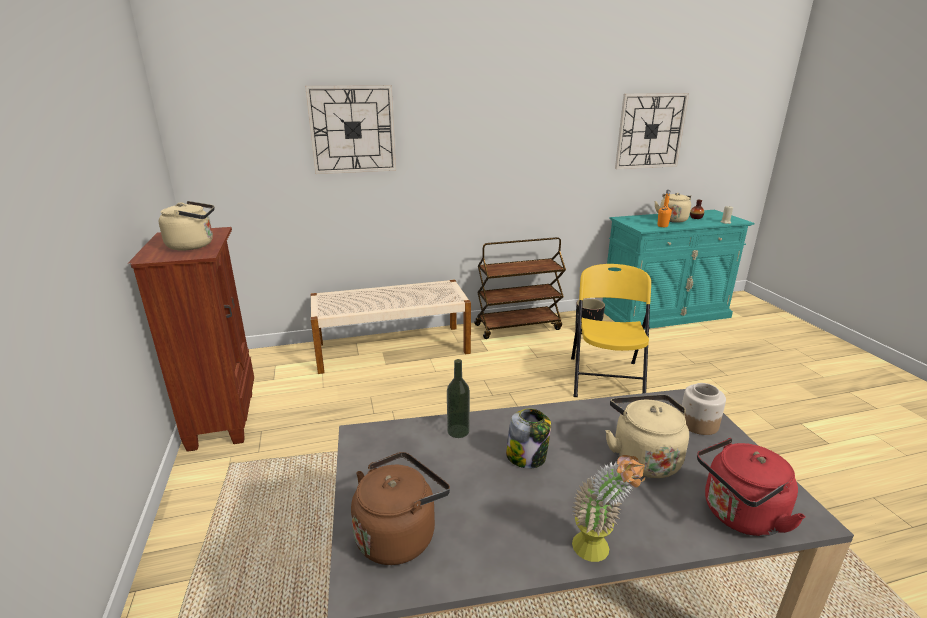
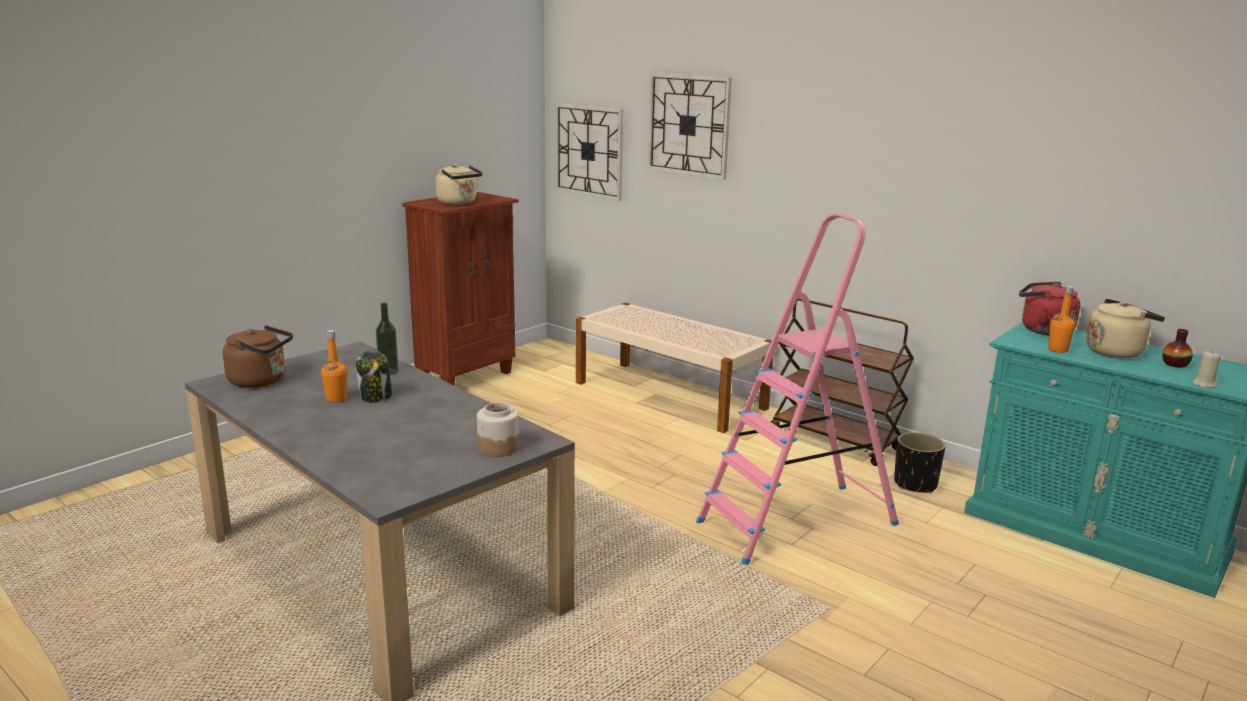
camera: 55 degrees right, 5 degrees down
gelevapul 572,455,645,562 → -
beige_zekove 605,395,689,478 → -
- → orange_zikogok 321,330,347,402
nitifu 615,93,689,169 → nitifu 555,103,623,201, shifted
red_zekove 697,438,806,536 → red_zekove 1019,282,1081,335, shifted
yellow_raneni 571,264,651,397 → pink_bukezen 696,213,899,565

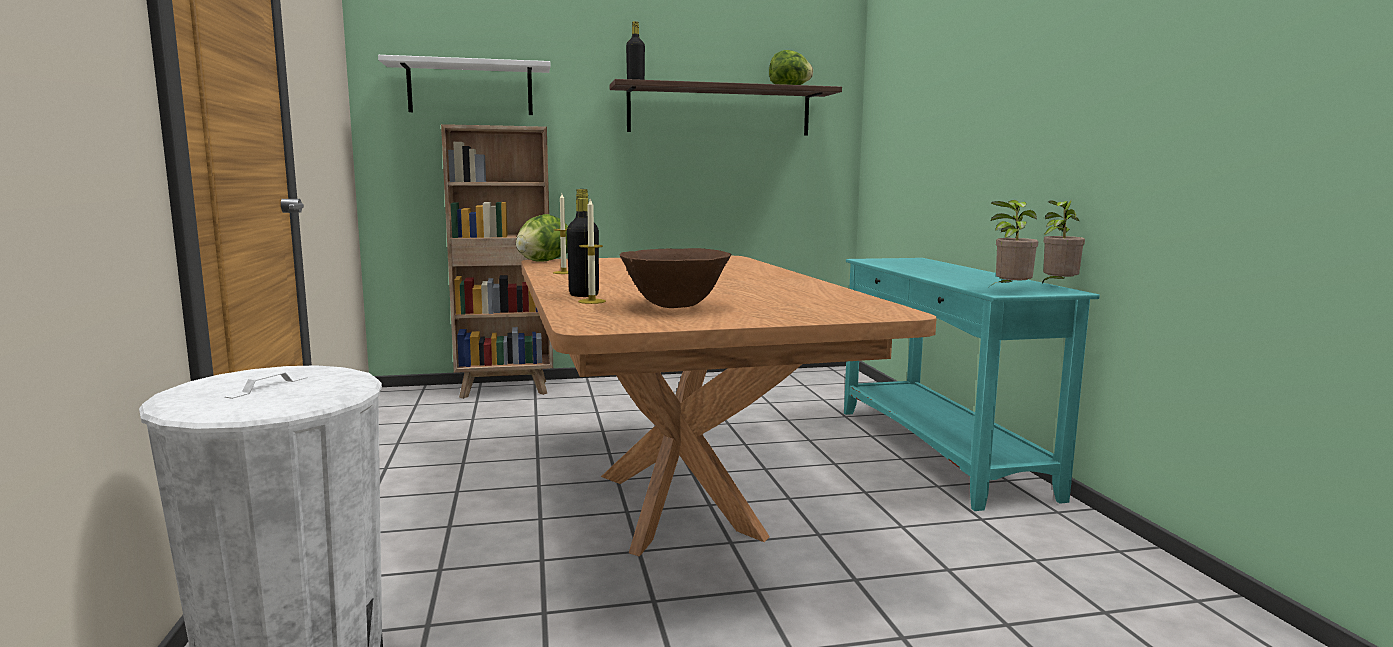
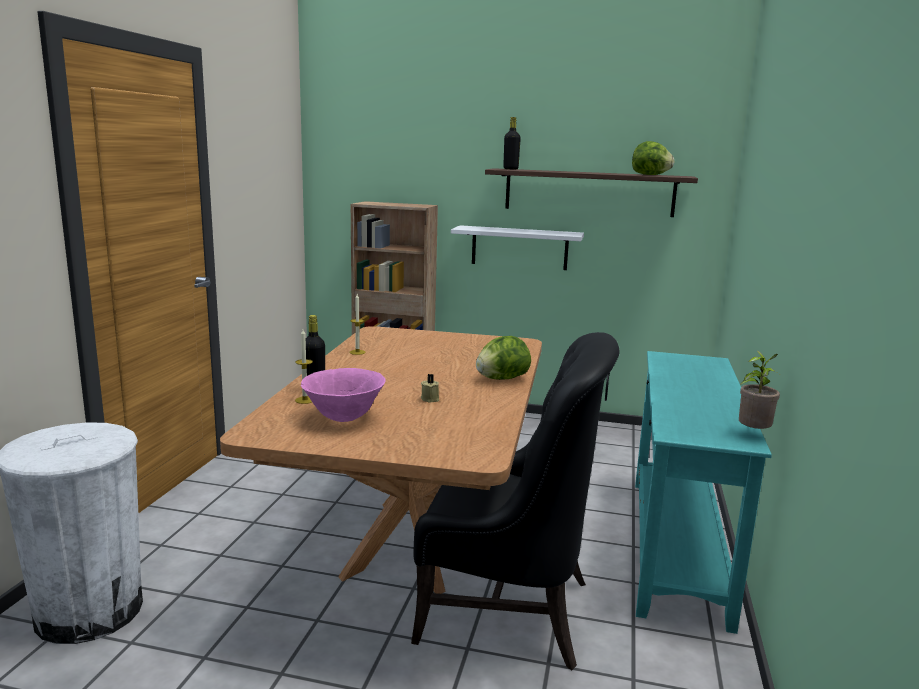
camera: 25 degrees right, 5 degrees up
gelevapul 990,200,1038,286 → -
- → black_raneni 411,332,620,670
- → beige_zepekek 421,374,439,403
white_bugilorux 378,55,551,115 → white_bugilorux 451,225,584,270, shifted
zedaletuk 516,214,568,261 → zedaletuk 476,336,531,380, shifted
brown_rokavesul 619,248,731,308 → pink_rokavesul 301,368,386,422

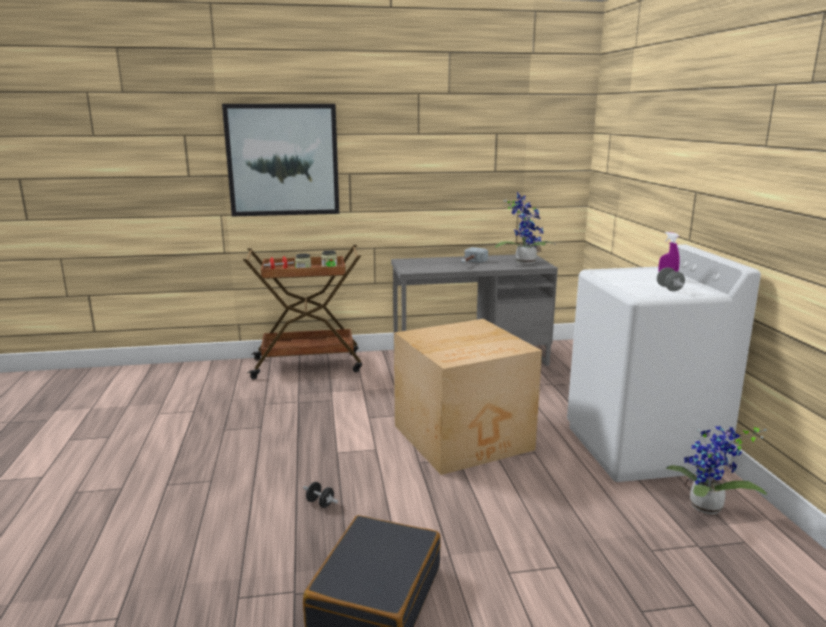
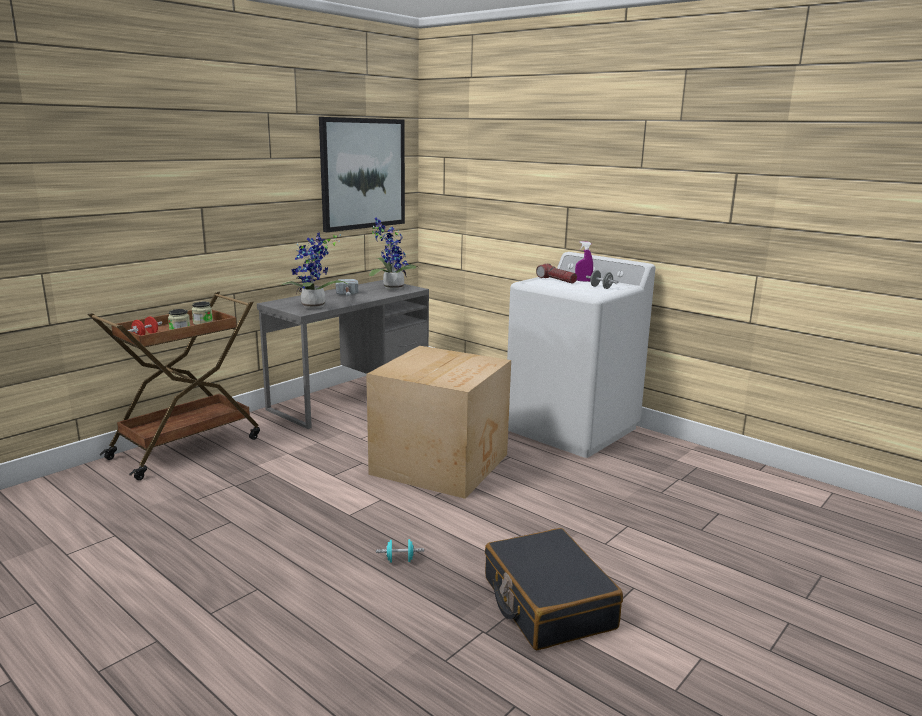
camera: 40 degrees left, 0 degrees up
- → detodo 536,264,577,284
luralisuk 222,104,339,216 → luralisuk 319,117,405,232, shifted
gelevapul 666,426,767,514 → gelevapul 280,232,349,309, shifted
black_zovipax 303,482,338,508 → turquoise_zovipax 376,539,424,563

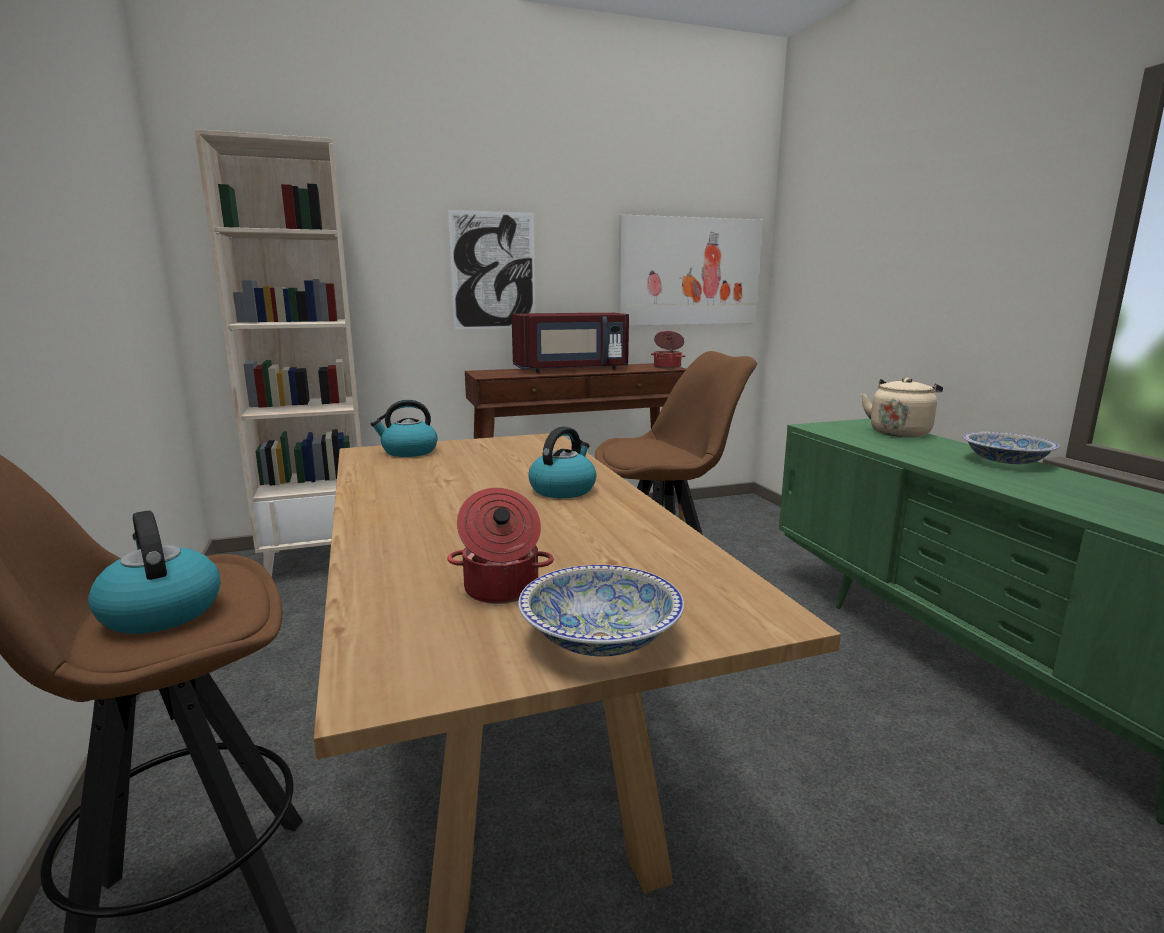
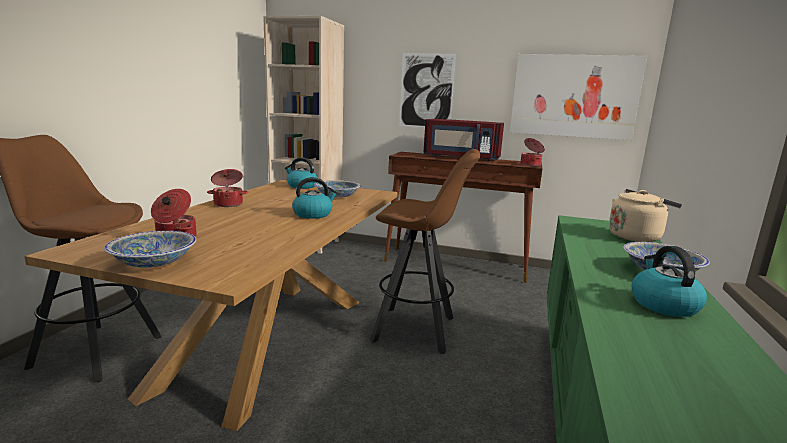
camera: 35 degrees right, 0 degrees up
- → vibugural 207,169,248,207
- → rokavesul 314,180,361,198
zekove 88,510,220,634 → zekove 631,246,707,317, shifted

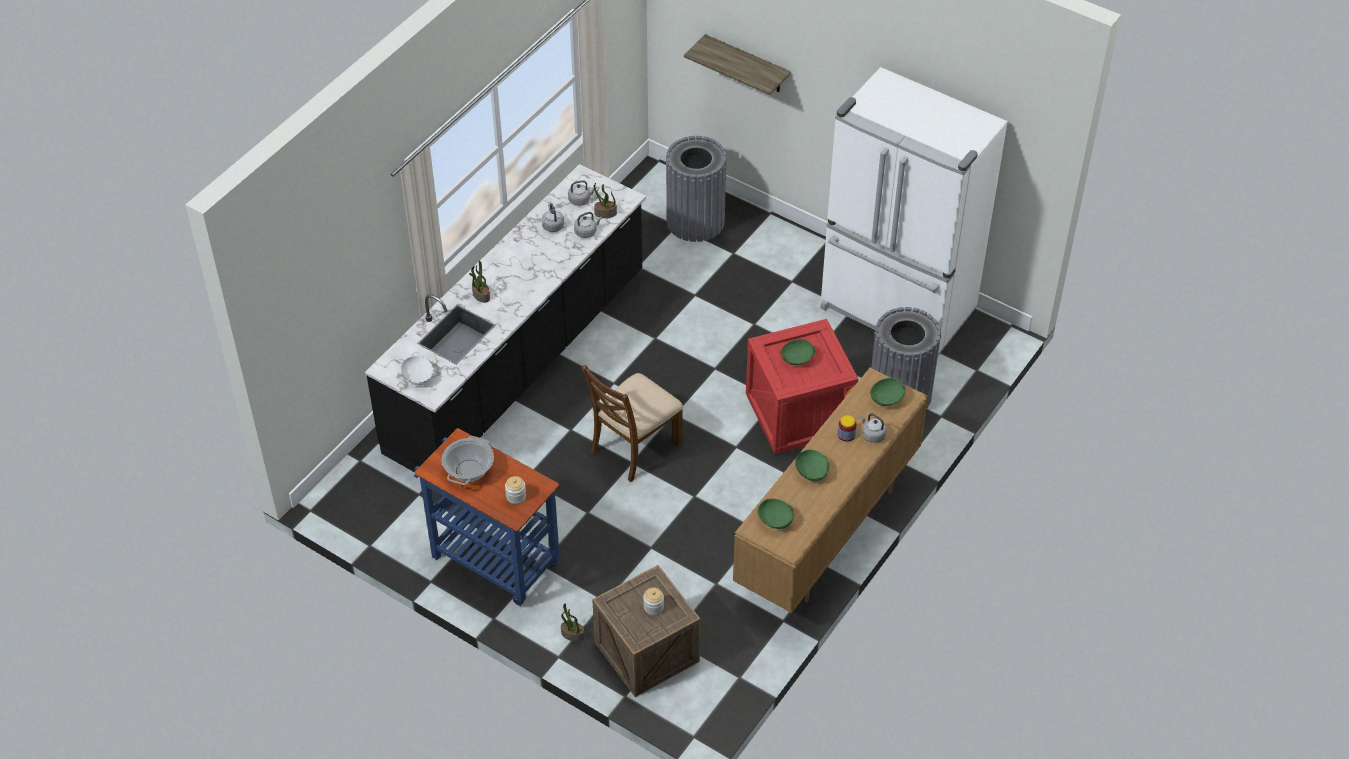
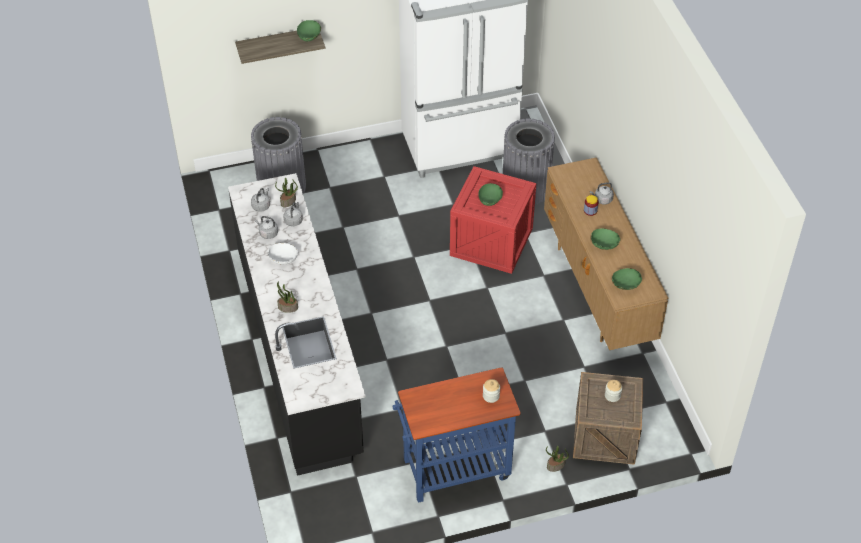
camera: 50 degrees left, 0 degrees up
vibugural 442,436,494,485 → -
brown_raneni 582,365,683,482 → -
white_rokavesul 401,356,434,385 → white_rokavesul 268,243,298,265, shifted
green_rokavesul 871,378,906,406 → green_rokavesul 297,20,321,41, shifted

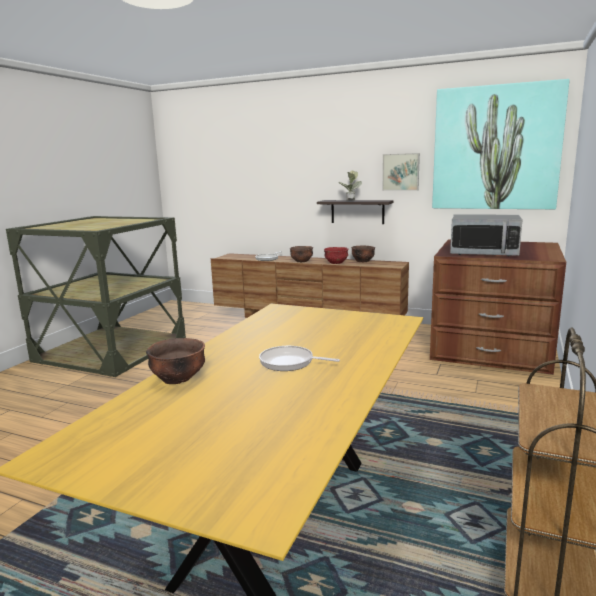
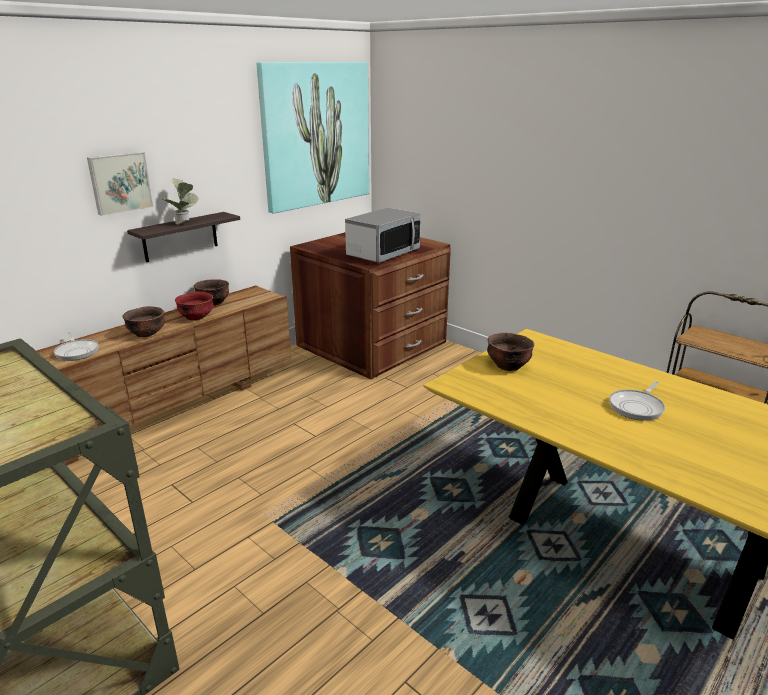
camera: 70 degrees left, 10 degrees up
brown_rokavesul 146,338,205,384 → brown_rokavesul 487,333,534,371, shifted
luralisuk 382,153,420,191 → luralisuk 87,152,153,216, shifted

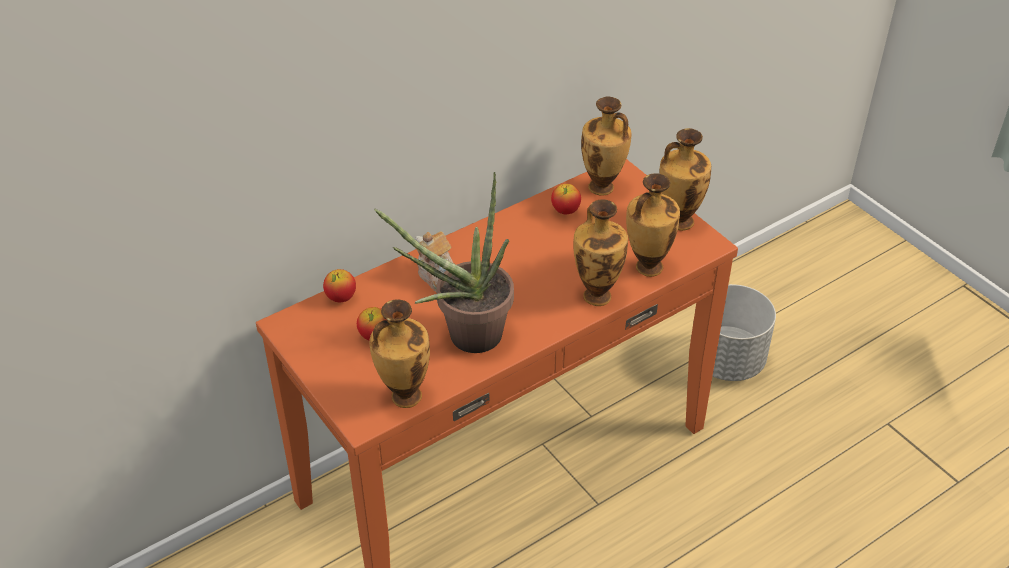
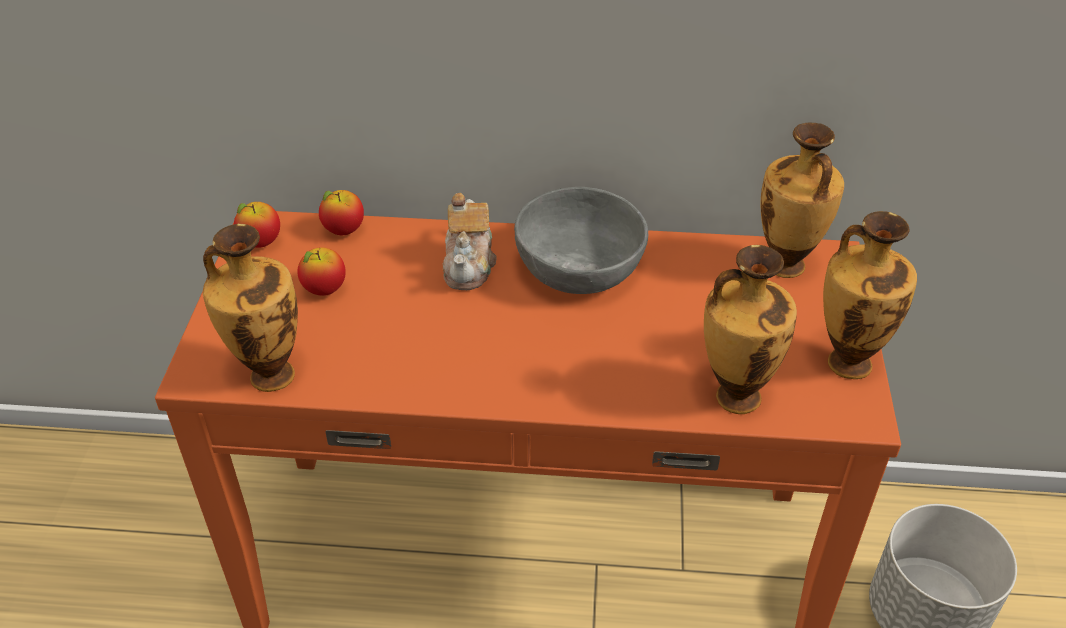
camera: 40 degrees right, 0 degrees up
gelevapul 374,172,514,353 → -
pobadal 573,199,628,306 → -
- → grey_rokavesul 514,187,648,294
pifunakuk 551,184,581,214 → pifunakuk 234,202,280,248, shifted

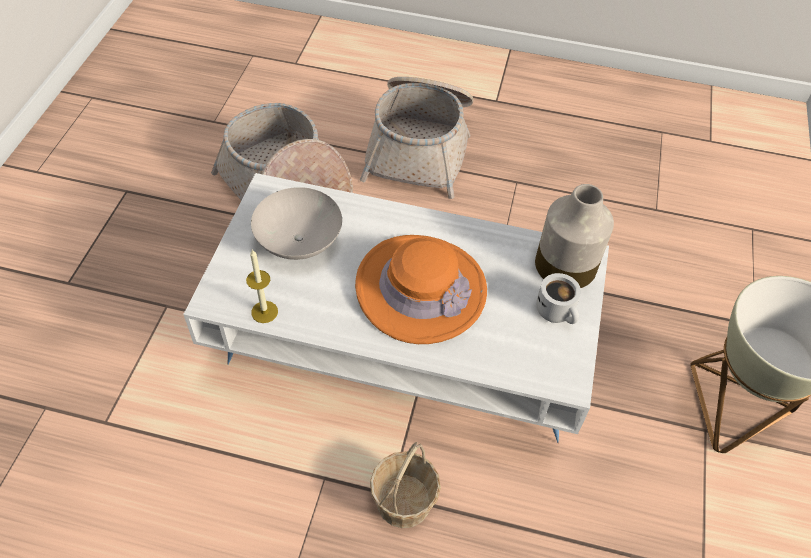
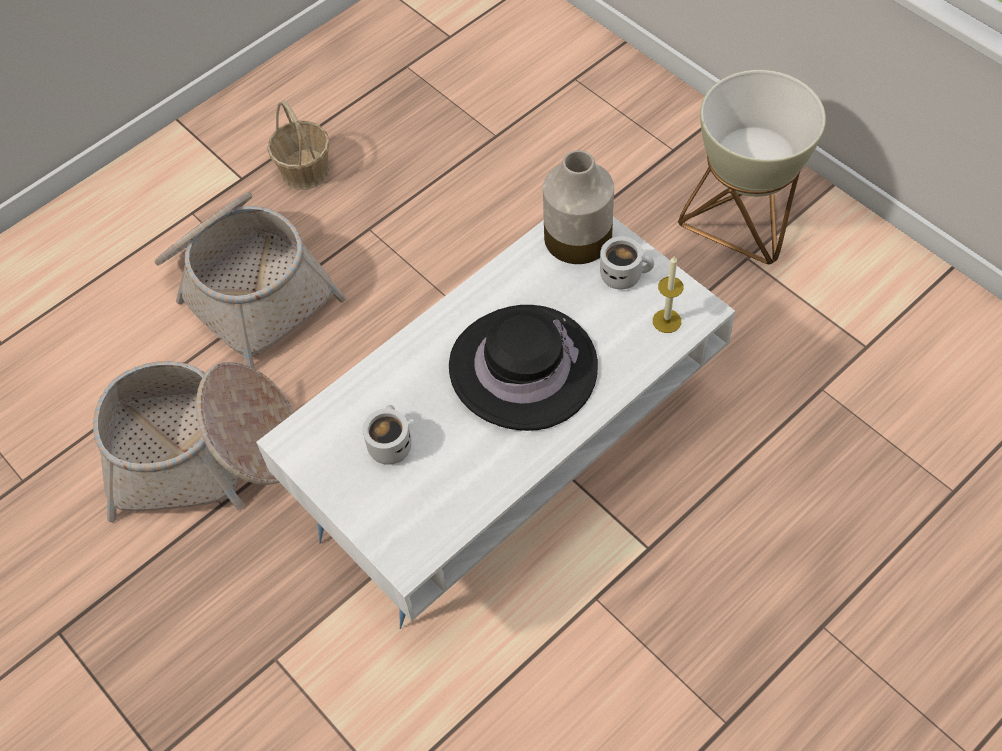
camera: 50 degrees left, 5 degrees up
zepekek 246,249,278,323 → zepekek 653,255,684,333, shifted
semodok 370,442,441,528 → semodok 267,100,330,190, shifted
white_rokavesul 251,187,342,260 → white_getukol 362,405,412,465
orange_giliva 355,235,487,344 → black_giliva 449,305,598,431

